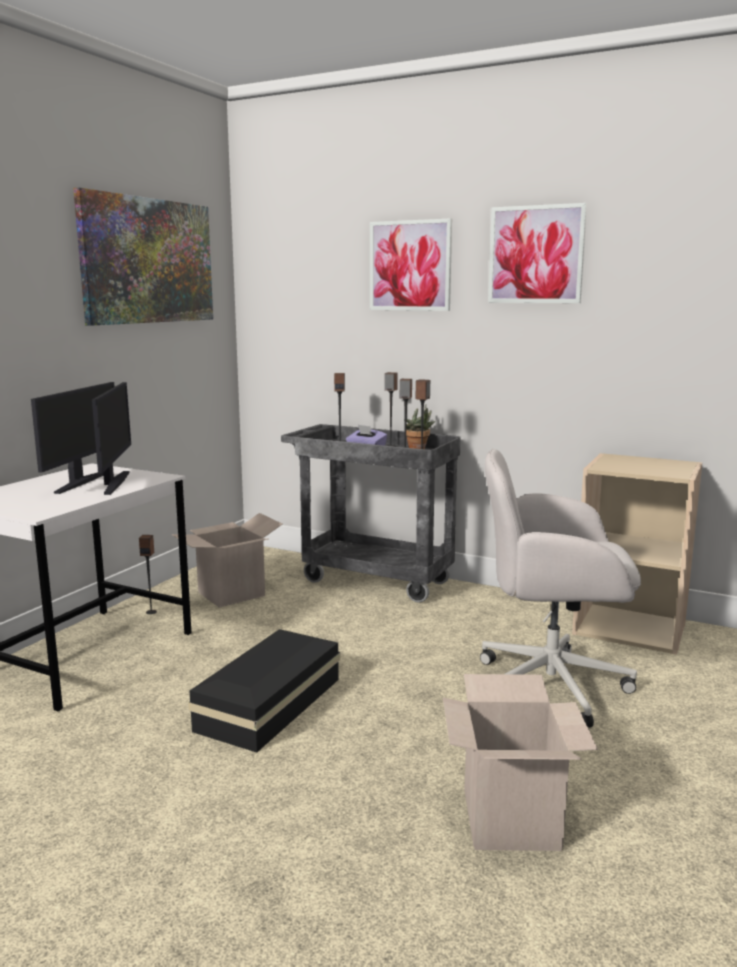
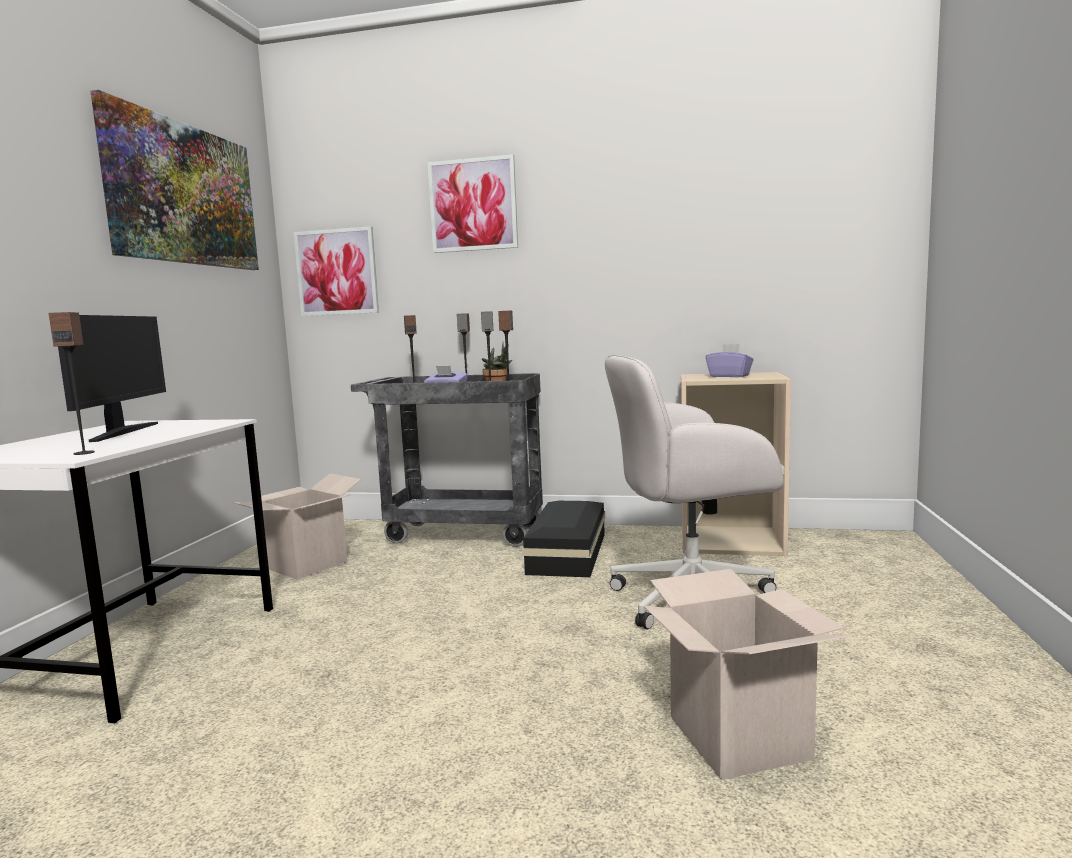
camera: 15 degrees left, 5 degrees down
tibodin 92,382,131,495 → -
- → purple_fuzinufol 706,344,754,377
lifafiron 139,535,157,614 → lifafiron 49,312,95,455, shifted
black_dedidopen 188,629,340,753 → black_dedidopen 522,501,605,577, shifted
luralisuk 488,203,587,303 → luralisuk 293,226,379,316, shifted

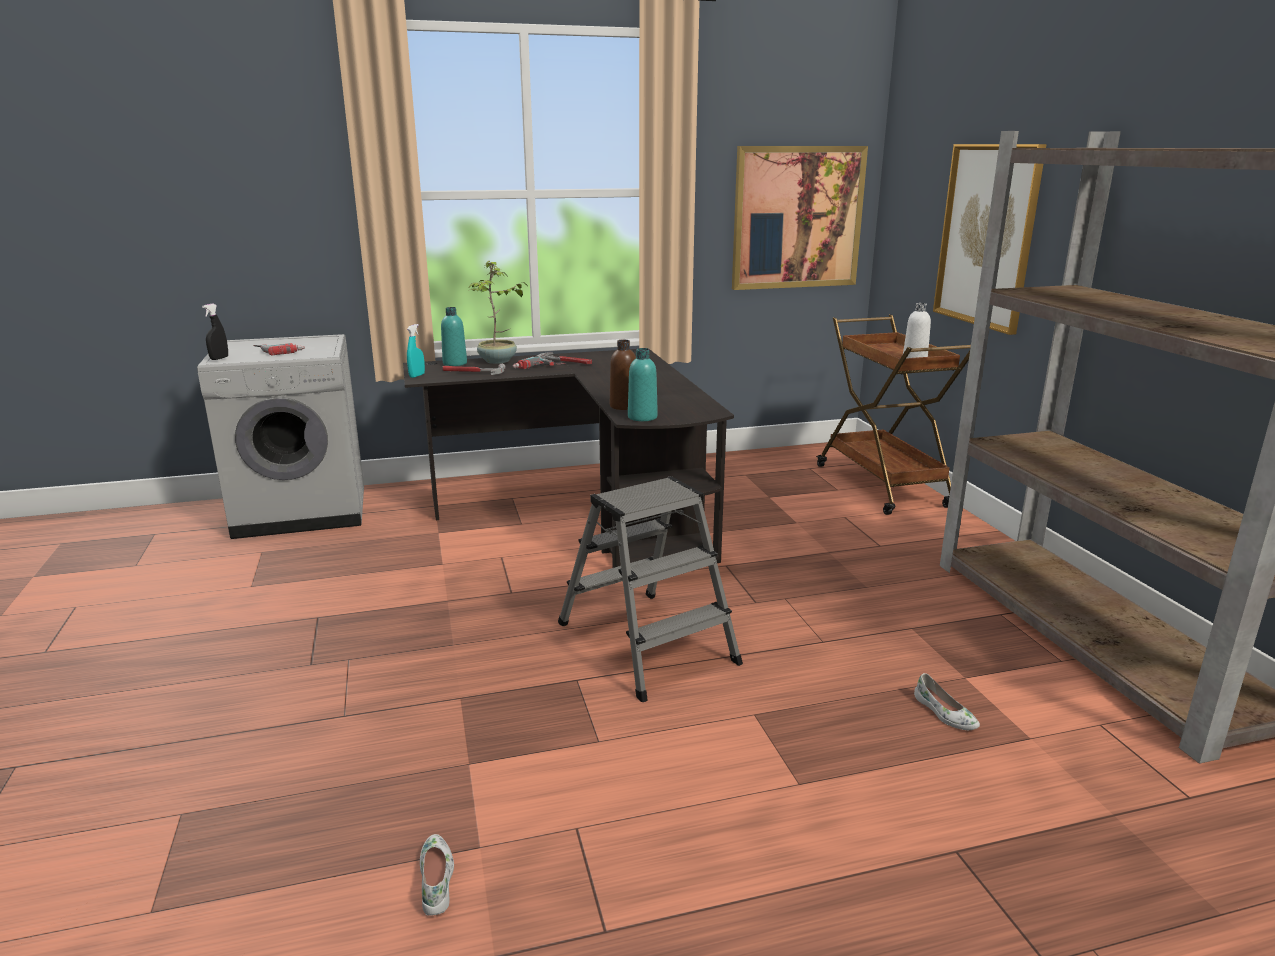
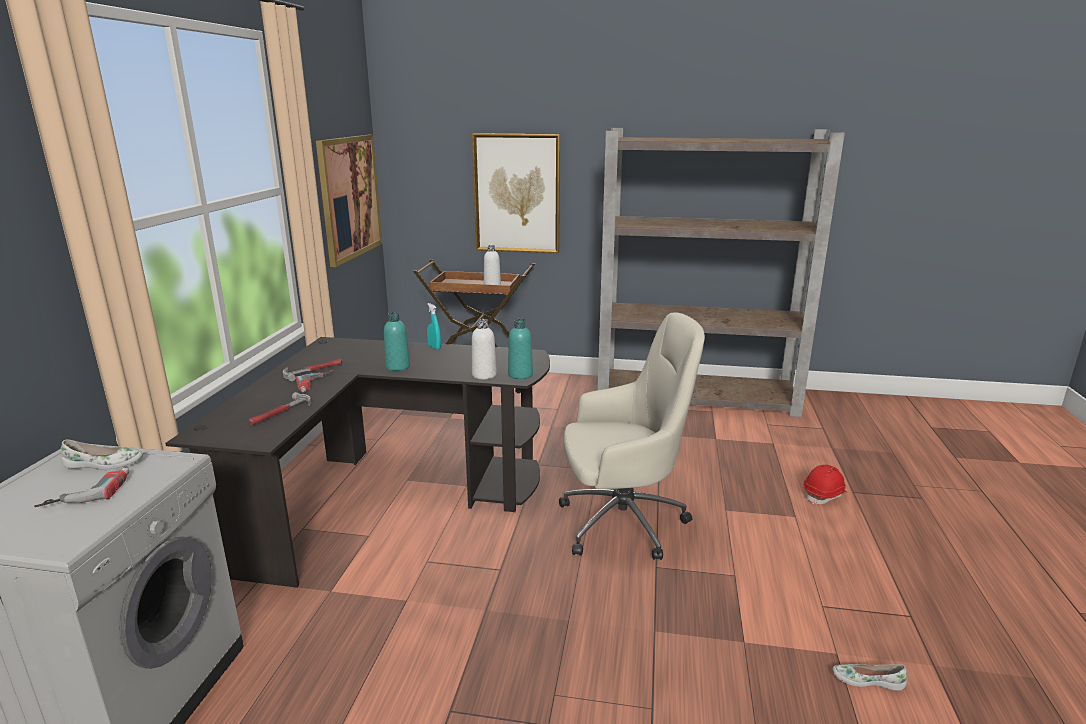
camera: 65 degrees left, 0 degrees up
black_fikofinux 202,304,228,360 → -
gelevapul 468,261,528,364 → -
- → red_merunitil 803,465,847,504
turquoise_fikofinux 407,324,425,378 → turquoise_fikofinux 427,303,441,350, shifted
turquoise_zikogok 441,307,467,366 → turquoise_zikogok 384,312,410,371, shifted
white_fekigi 914,673,980,730 → white_fekigi 61,439,143,470, shifted
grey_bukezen 558,476,743,702 → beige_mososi 559,312,705,560
brown_zikogok 610,340,636,410 → white_zikogok 472,319,497,379

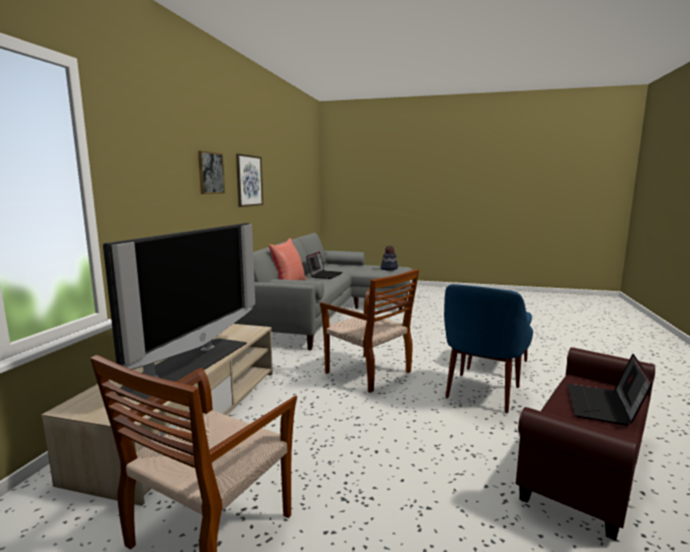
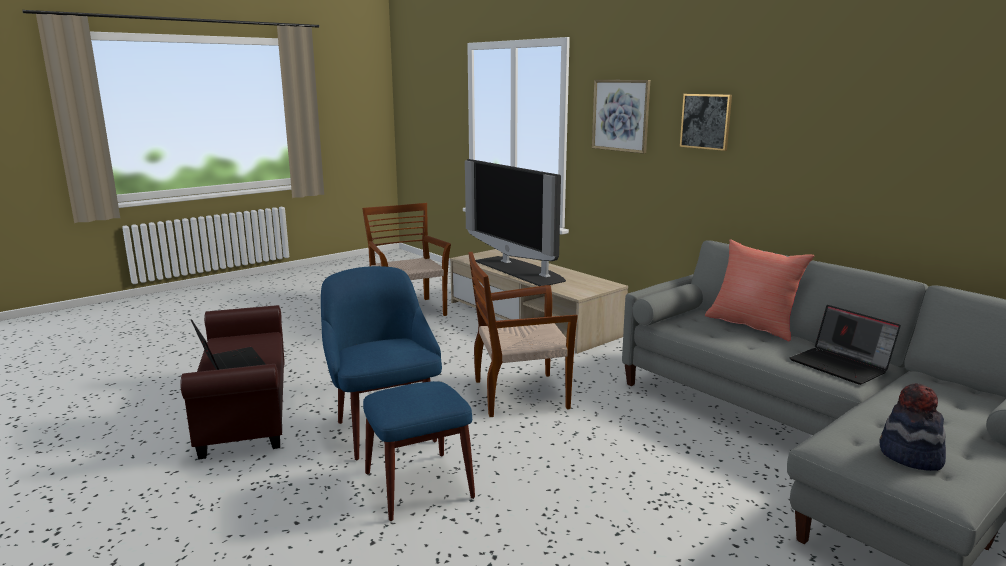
camera: 125 degrees right, 5 degrees up
luralisuk 236,153,263,207 → luralisuk 592,80,650,153, shifted

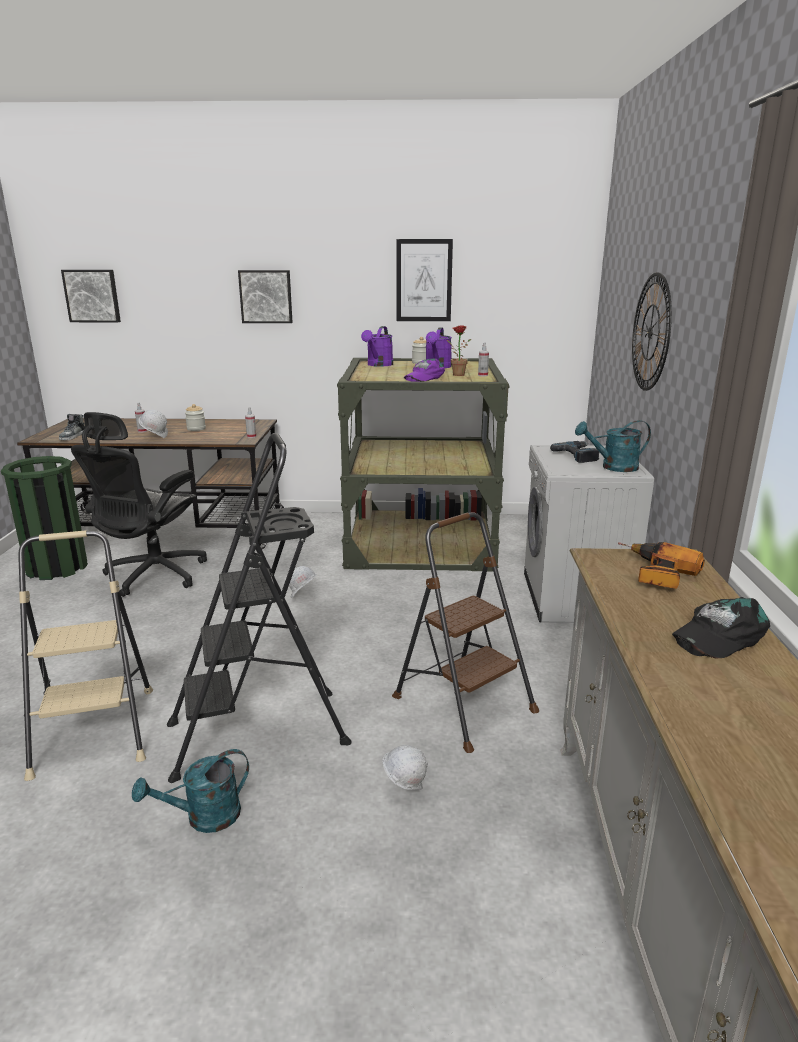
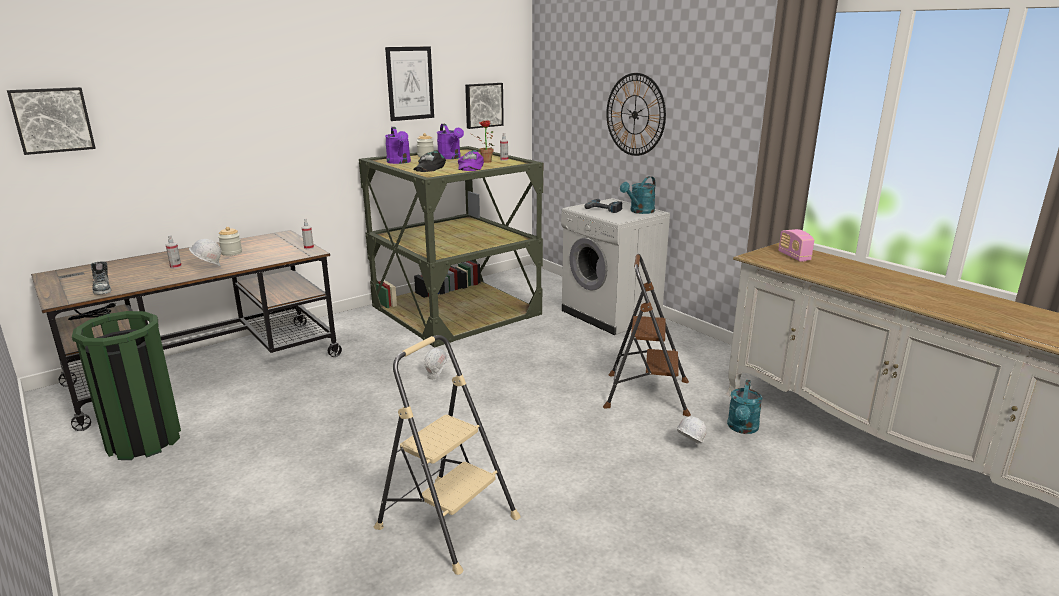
camera: 40 degrees left, 0 degrees up
mososi 71,412,207,597 → -
bukezen 167,433,352,783 → -
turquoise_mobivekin 132,749,249,833 → turquoise_mobivekin 727,380,762,434, shifted
luralisuk 238,270,293,323 → luralisuk 465,83,504,129, shifted
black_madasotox 672,597,770,659 → black_madasotox 413,151,446,172, shifted
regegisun 618,542,705,589 → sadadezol 778,229,814,262

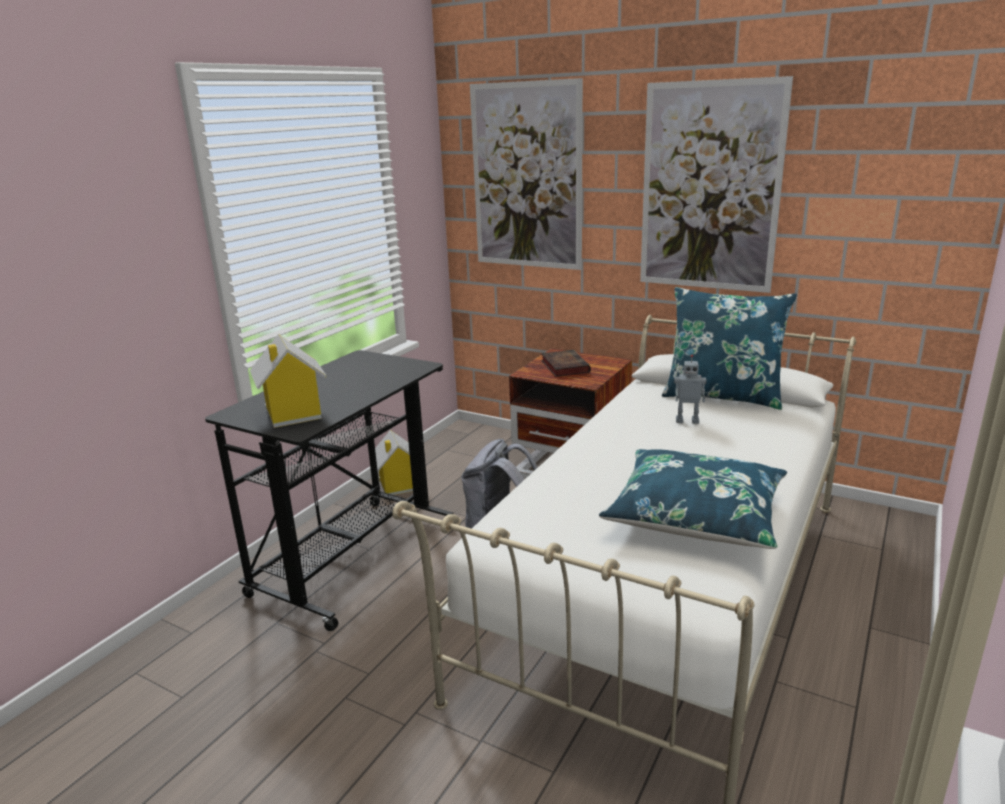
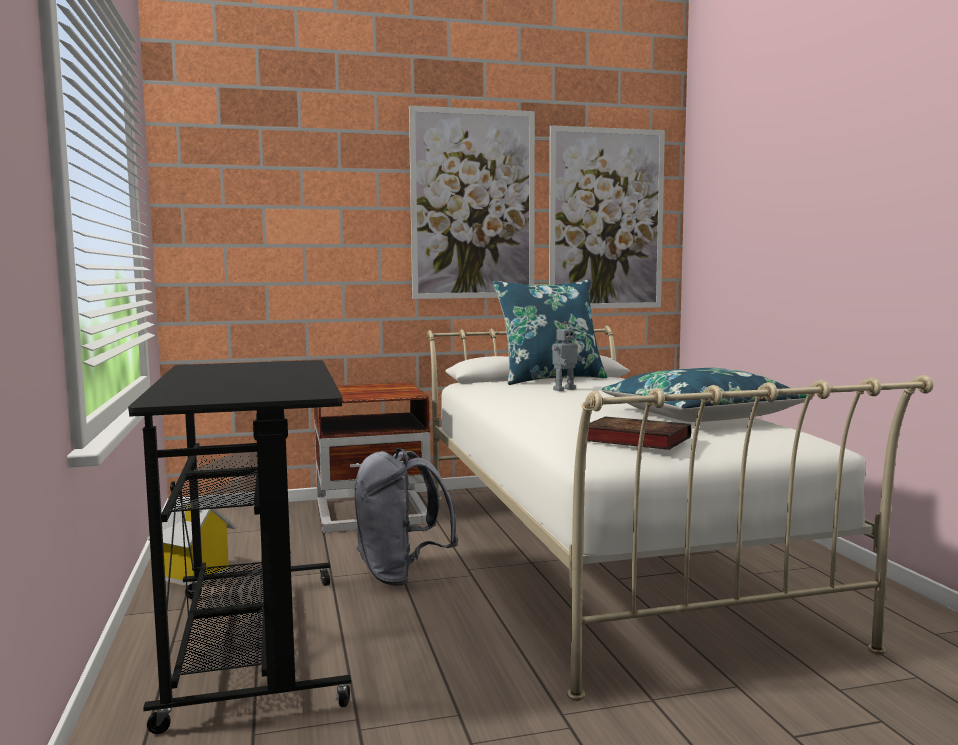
camera: 45 degrees left, 15 degrees down
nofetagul 250,334,327,428 → -
luralisuk 470,78,583,270 → luralisuk 549,125,665,309, shifted
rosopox 541,350,591,377 → rosopox 587,416,691,450, shifted

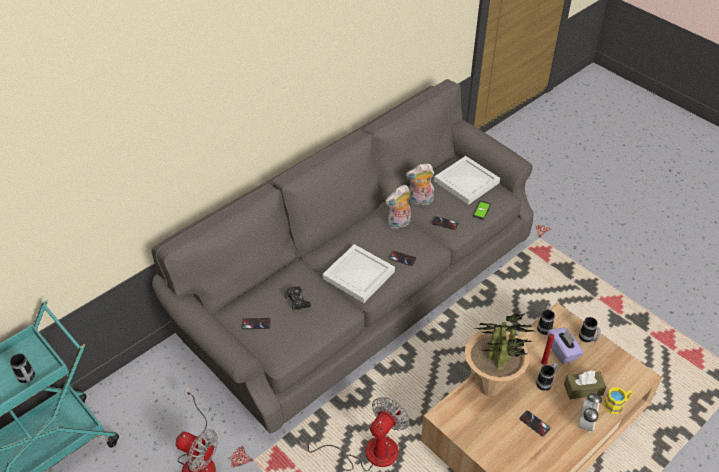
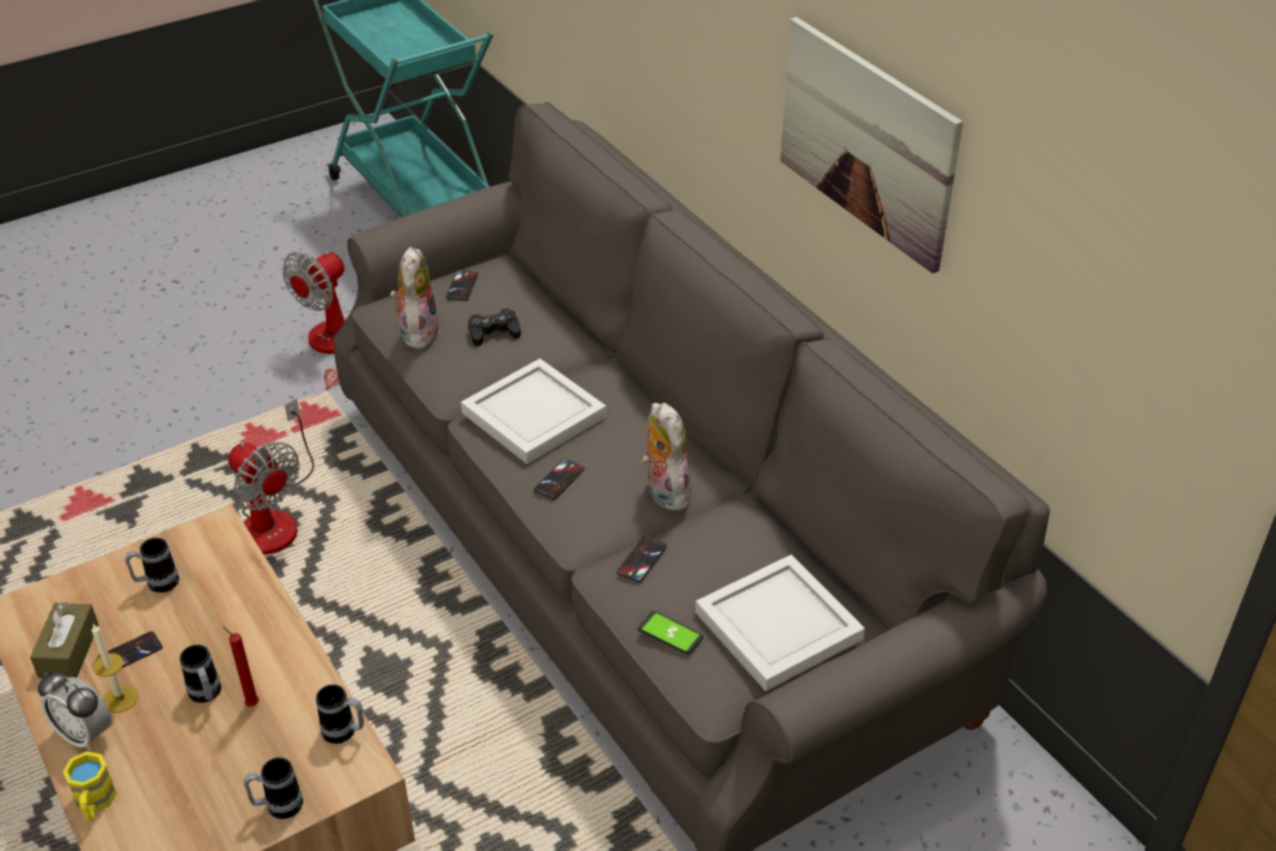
camera: 100 degrees right, 5 degrees down
gelevapul 465,313,535,396 → -
purple_fuzinufol 547,327,583,364 → -
- → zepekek 92,623,138,713
- → luralisuk 780,17,963,274
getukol 10,354,35,383 → getukol 125,538,179,593, shifted
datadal 406,163,434,205 → datadal 390,247,440,349, shifted
brown_fuzinufol 564,370,606,399 → brown_fuzinufol 30,602,99,678, shifted

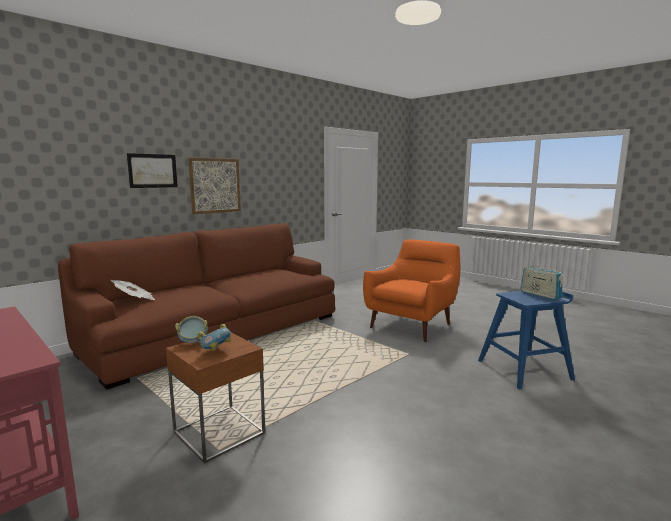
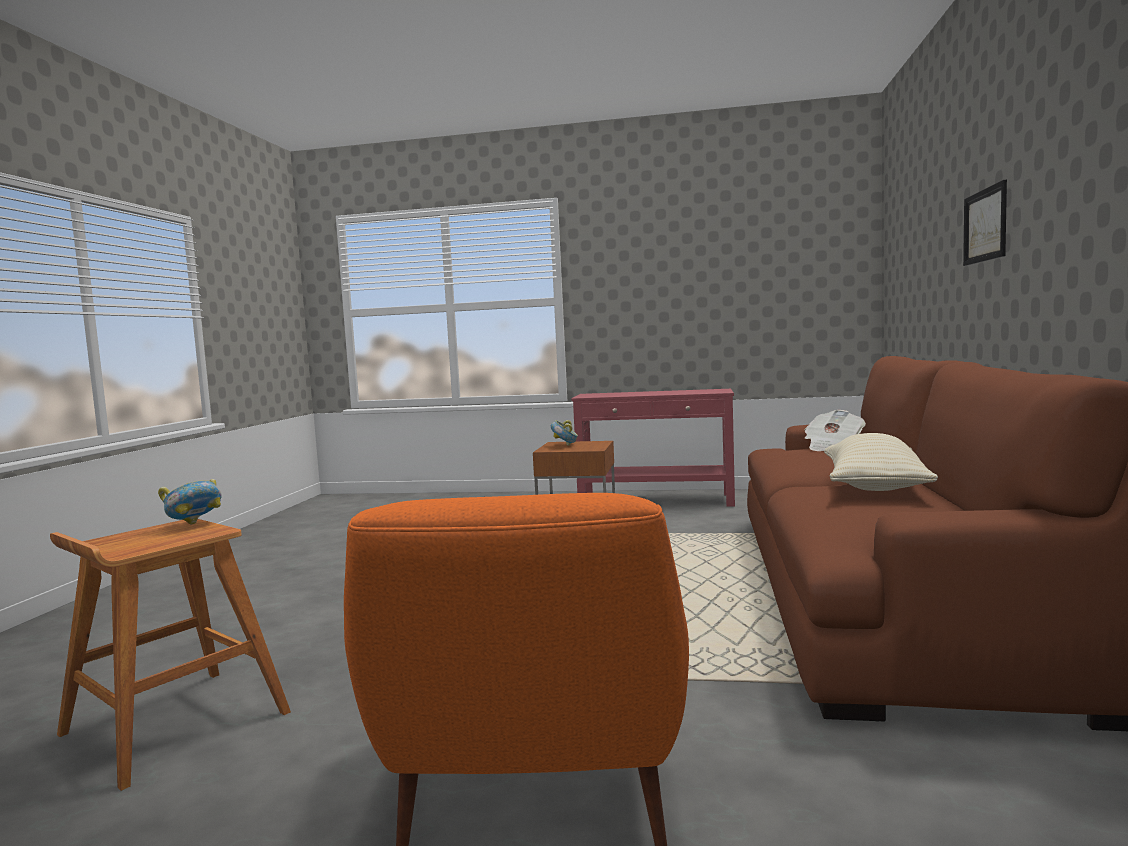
camera: 145 degrees right, 5 degrees down
luralisuk 188,158,241,215 → -
sadadezol 520,262,563,300 → -
- → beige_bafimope 824,433,938,491
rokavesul 175,316,208,344 → rokavesul 158,479,222,525, shifted
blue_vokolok 478,291,575,390 → brown_vokolok 50,519,291,791

